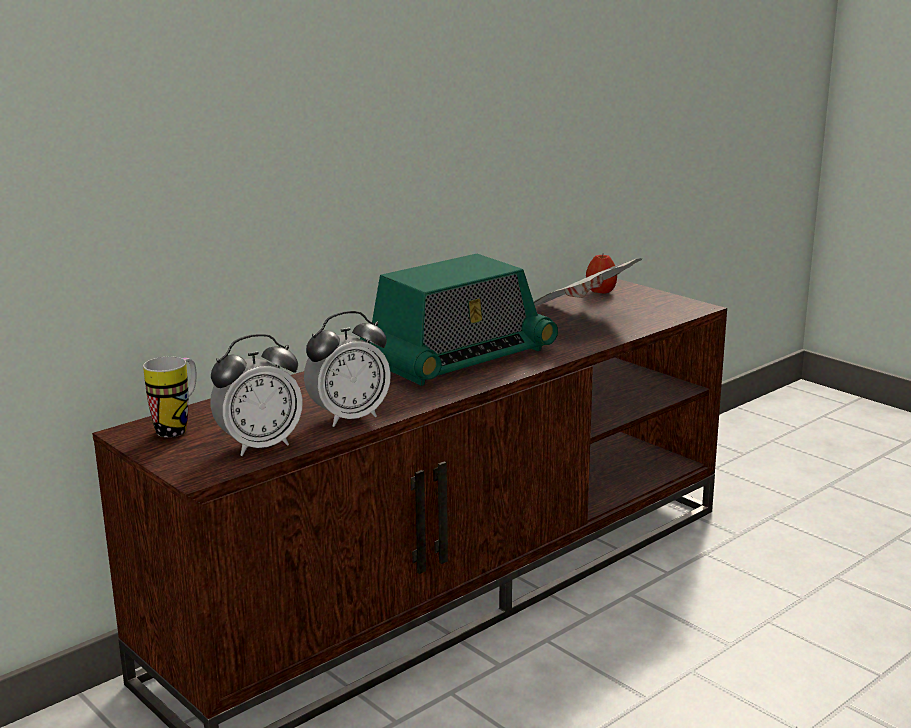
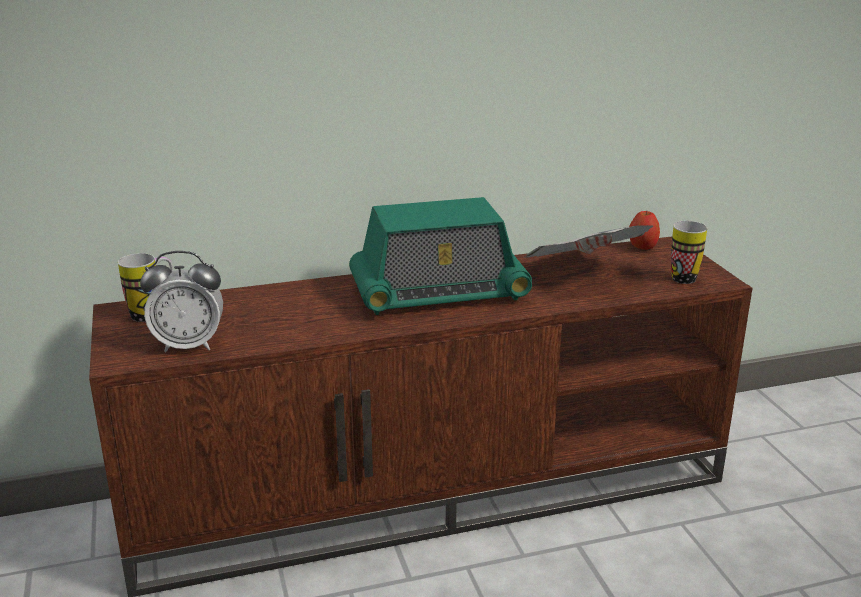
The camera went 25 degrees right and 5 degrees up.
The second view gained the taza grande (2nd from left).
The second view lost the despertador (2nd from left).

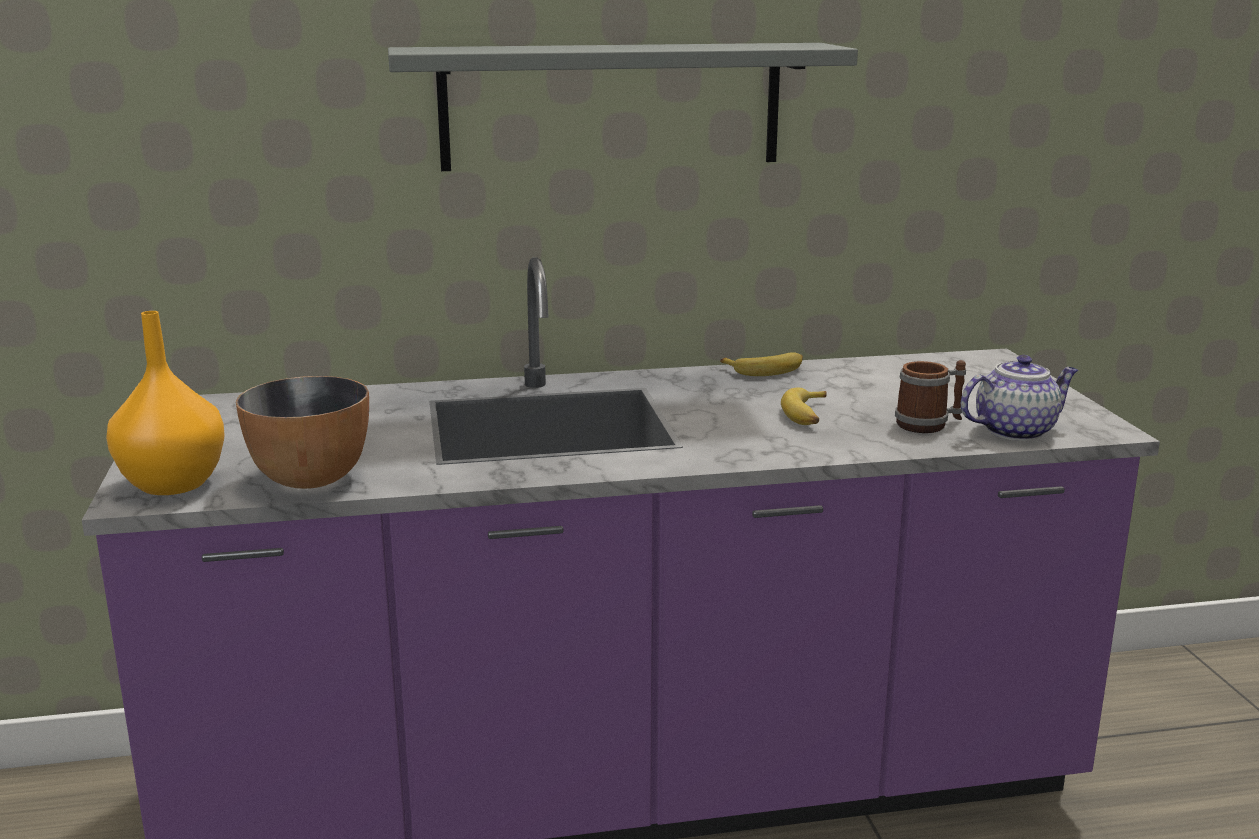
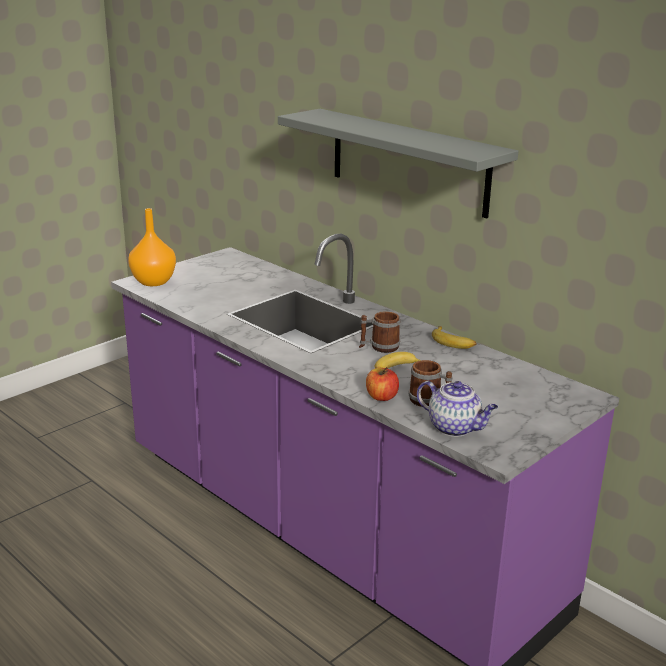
The camera went 55 degrees right and 5 degrees up.
The second view gained the taza grande (1st from left).
The second view gained the manzana.
The second view lost the cuenco.

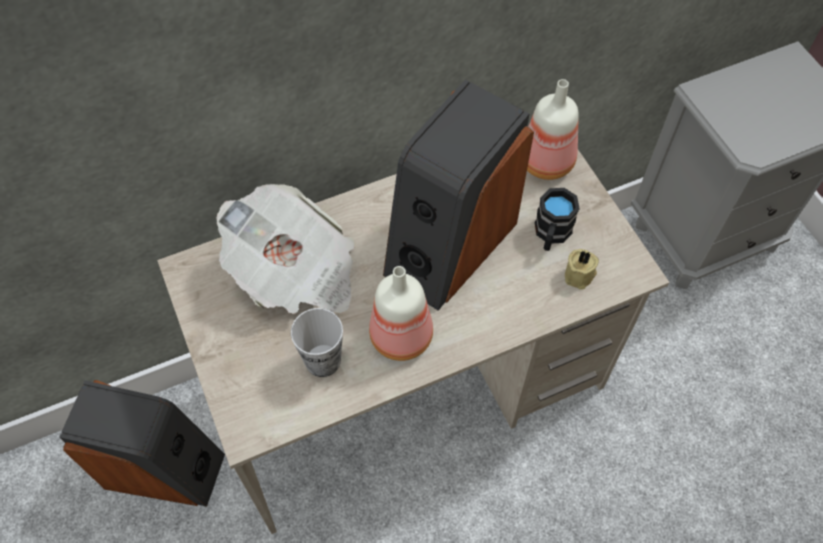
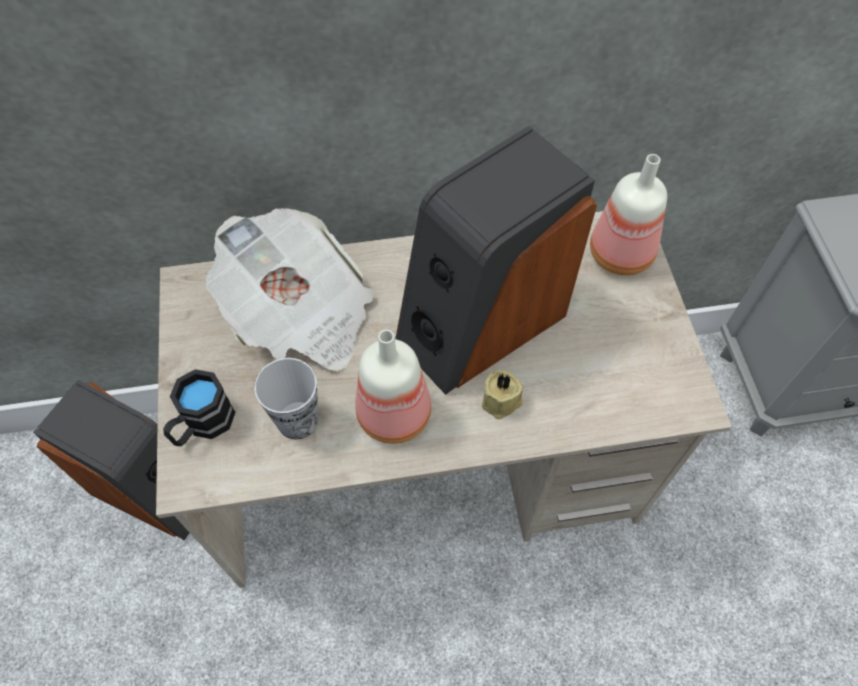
The camera went 15 degrees right and 0 degrees up.
The taza grande [negro] ended up elsewhere.
The vela [beis] ended up elsewhere.

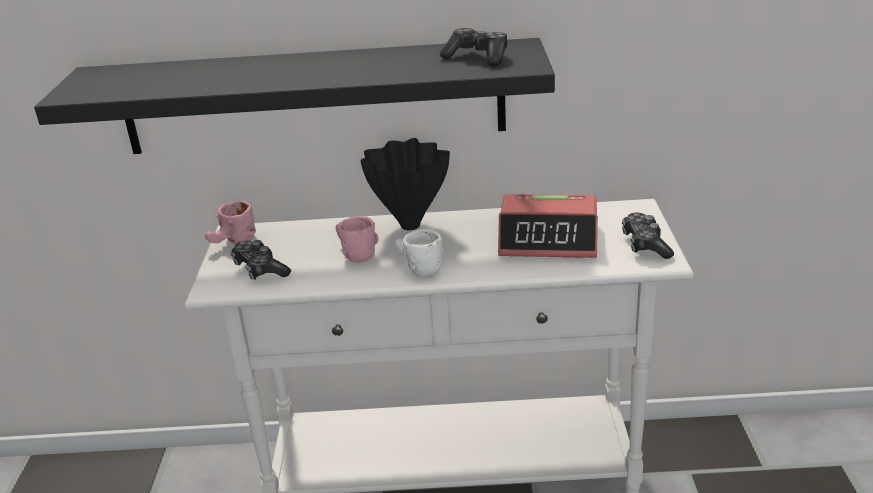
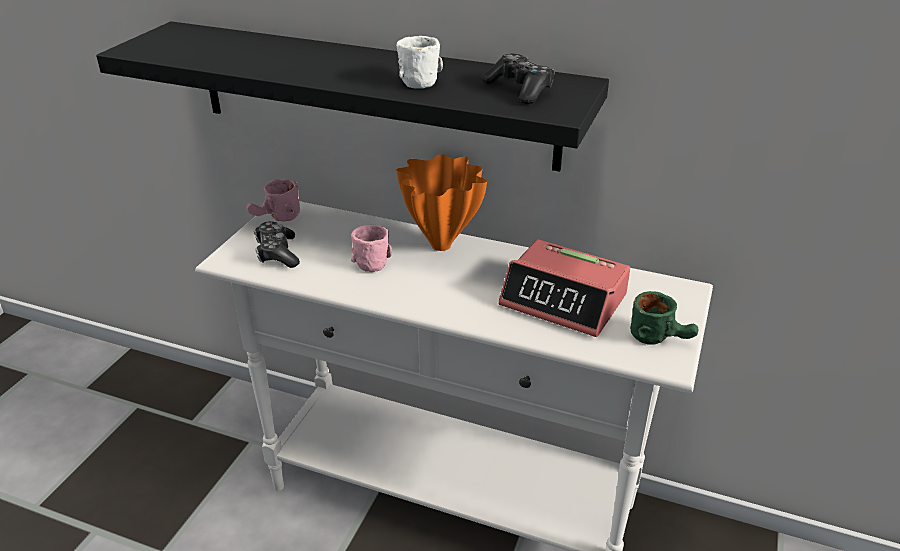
The camera went 20 degrees right and 5 degrees up.
The taza grande [blanco] ended up elsewhere.
What was the florero [negro] turned into the florero [naranja].
Where the mando de consola (3rd from left) stood, the taza grande [verde] came to stand.

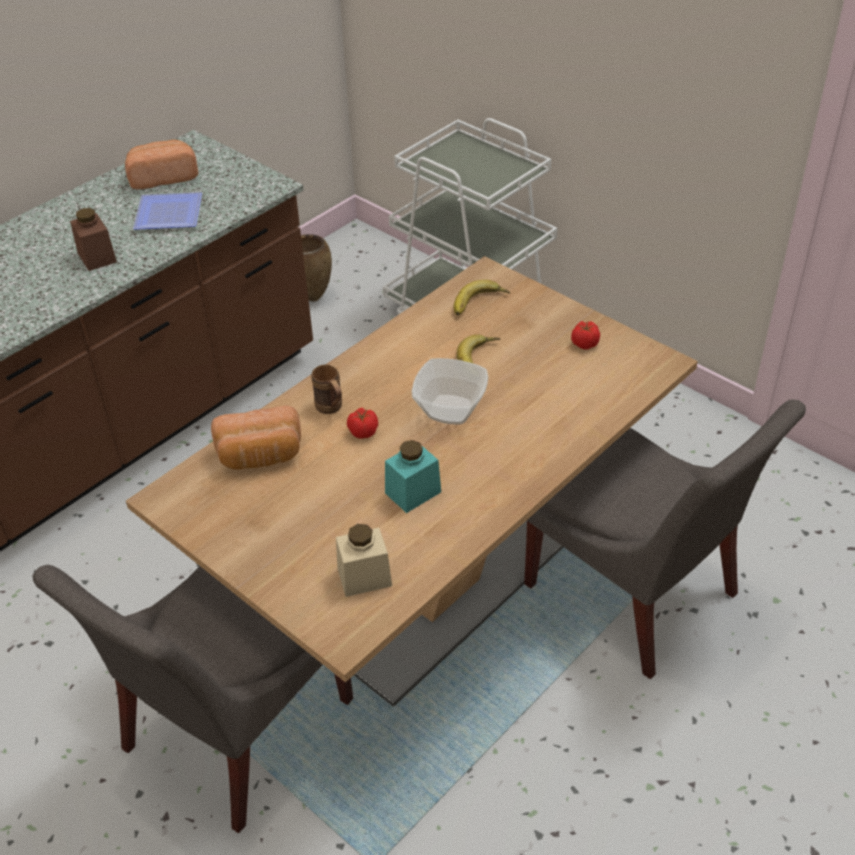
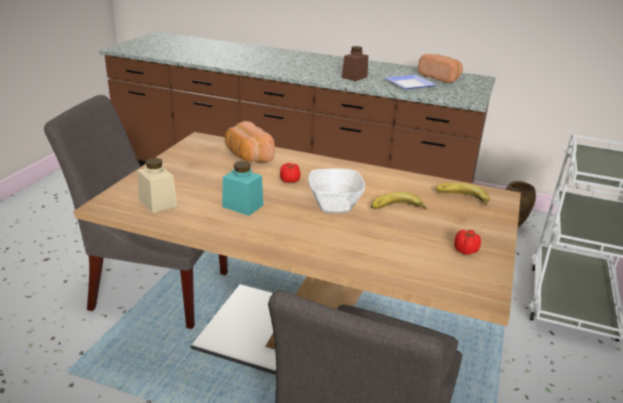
The camera went 65 degrees right and 15 degrees down.
The second view lost the taza grande [marrón].

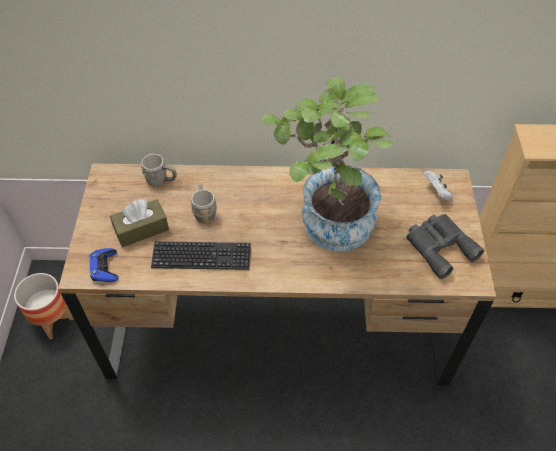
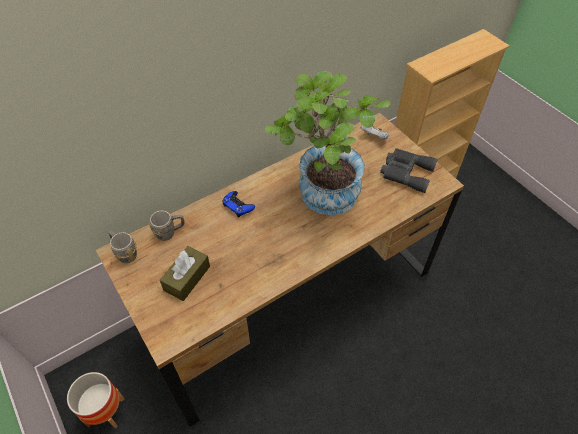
The camera went 35 degrees left and 0 degrees up.
The taza grande [gris] (2nd from left in the first image) ended up elsewhere.
The mando de consola [azul] ended up elsewhere.
The second view lost the teclado.

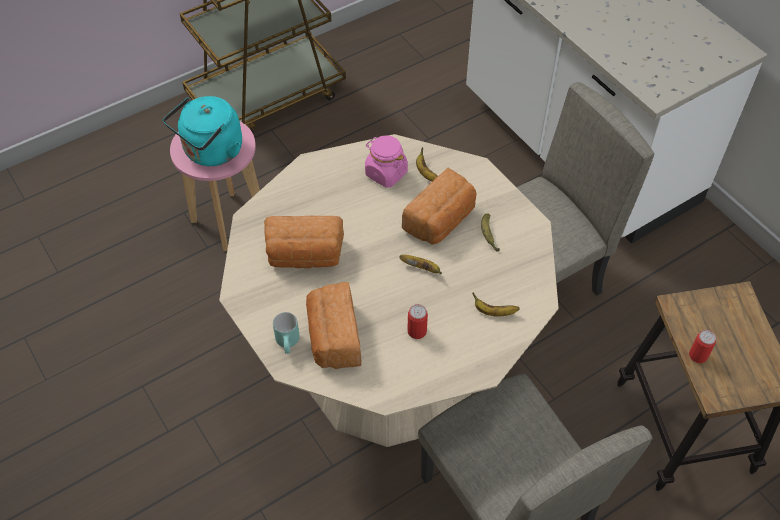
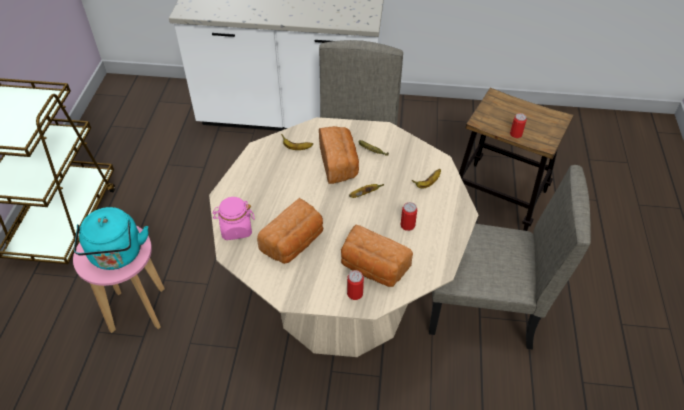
The camera went 50 degrees left and 5 degrees down.
The tarro [rosa] ended up elsewhere.
Where the taza grande [turquesa] stood, the lata (1st from left) came to stand.

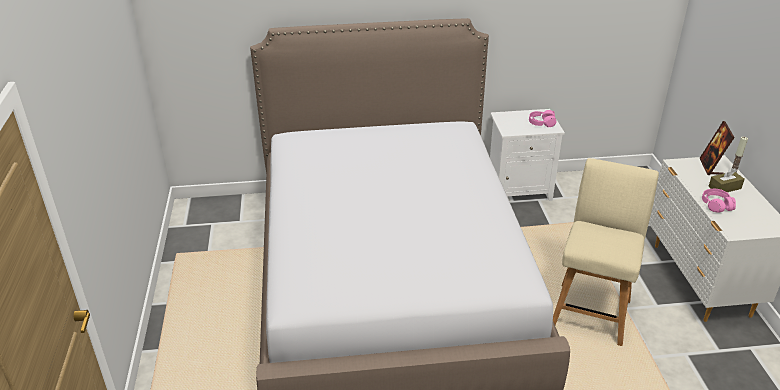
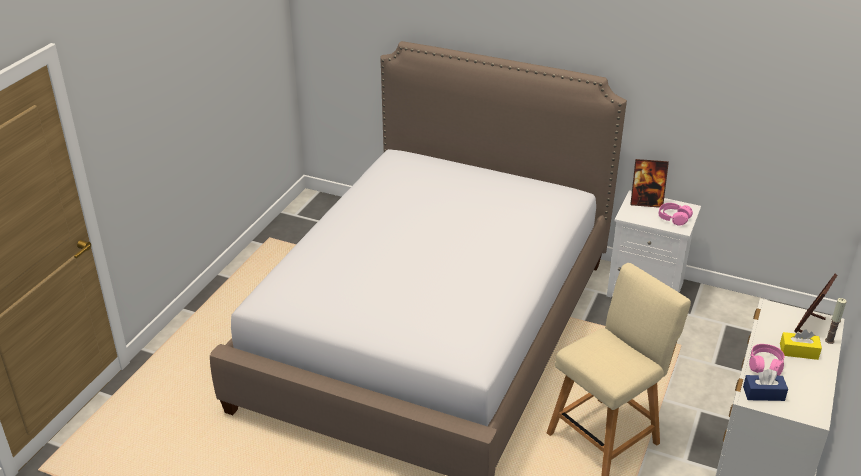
The camera went 30 degrees right and 0 degrees up.
The second view gained the portarretratos (1st from left).
The second view gained the caja de pañuelos [azul].
What was the caja de pañuelos [marrón] turned into the caja de pañuelos [amarillo].

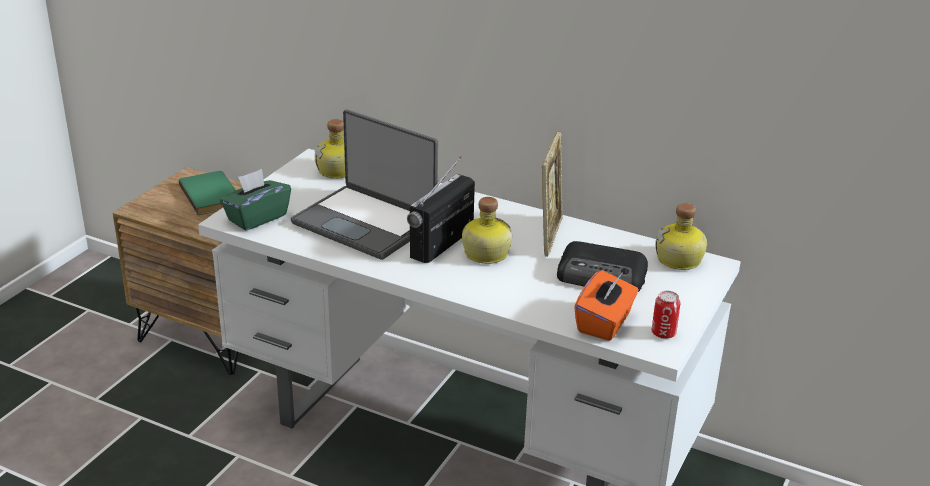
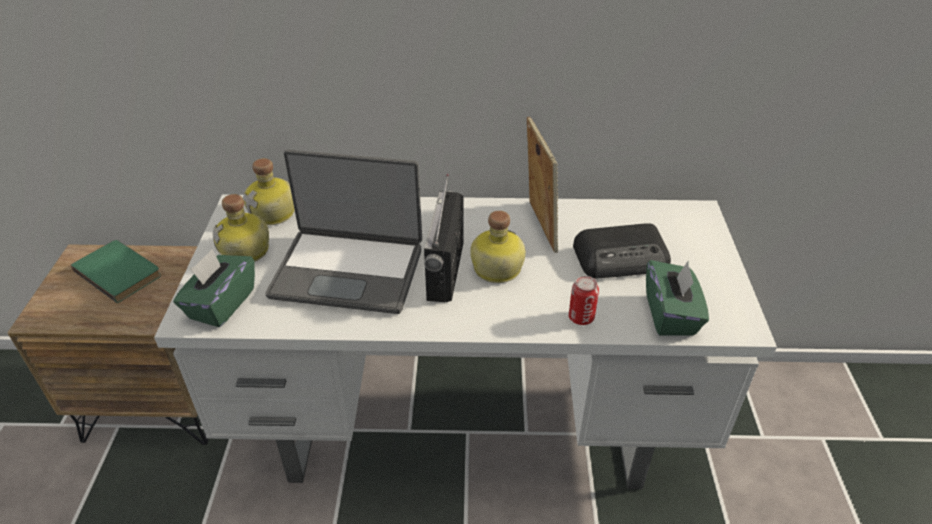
The camera went 25 degrees left and 10 degrees up.
The botella (3rd from left in the first image) ended up elsewhere.
The lata ended up elsewhere.
What was the caja de pañuelos [naranja] turned into the caja de pañuelos [verde] (2nd from left).

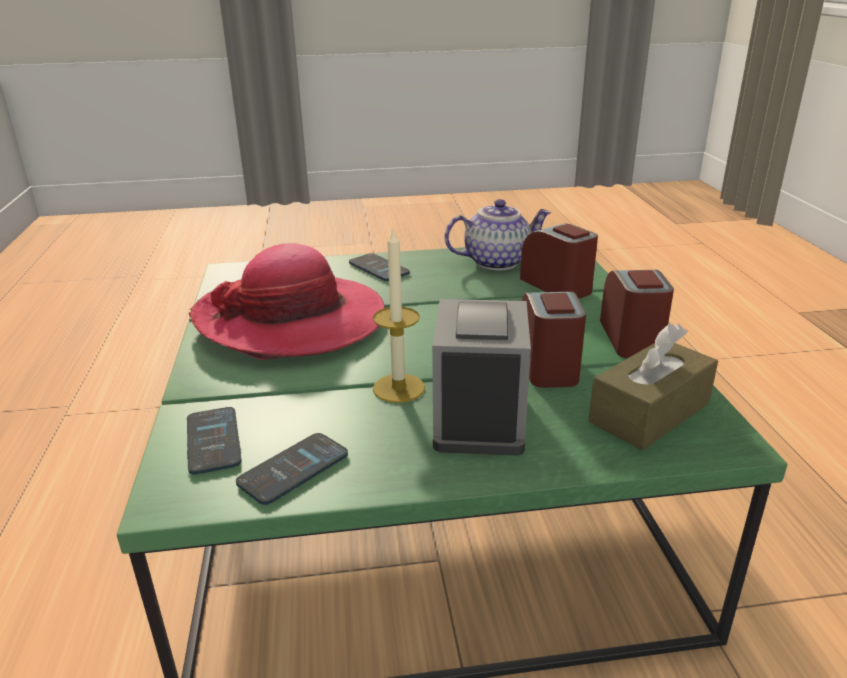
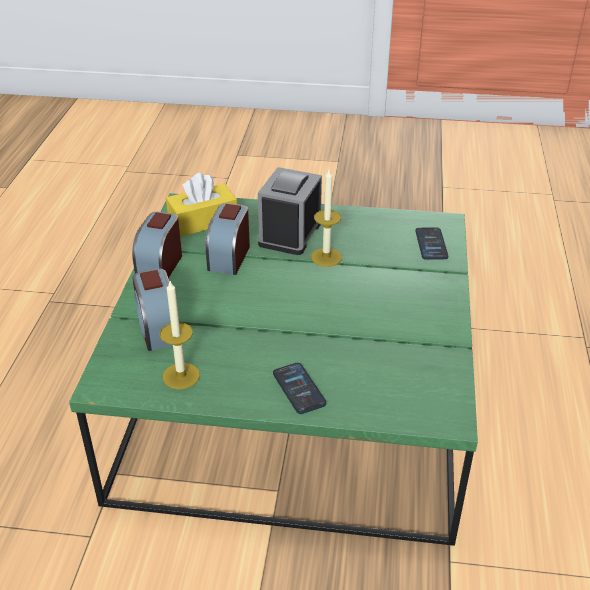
The camera went 165 degrees left and 10 degrees up.
Where the tetera stood, the vela (1st from left) came to stand.
What was the caja de pañuelos [marrón] turned into the caja de pañuelos [amarillo].
The second view lost the sombrero.
The second view lost the móvil (2nd from left).

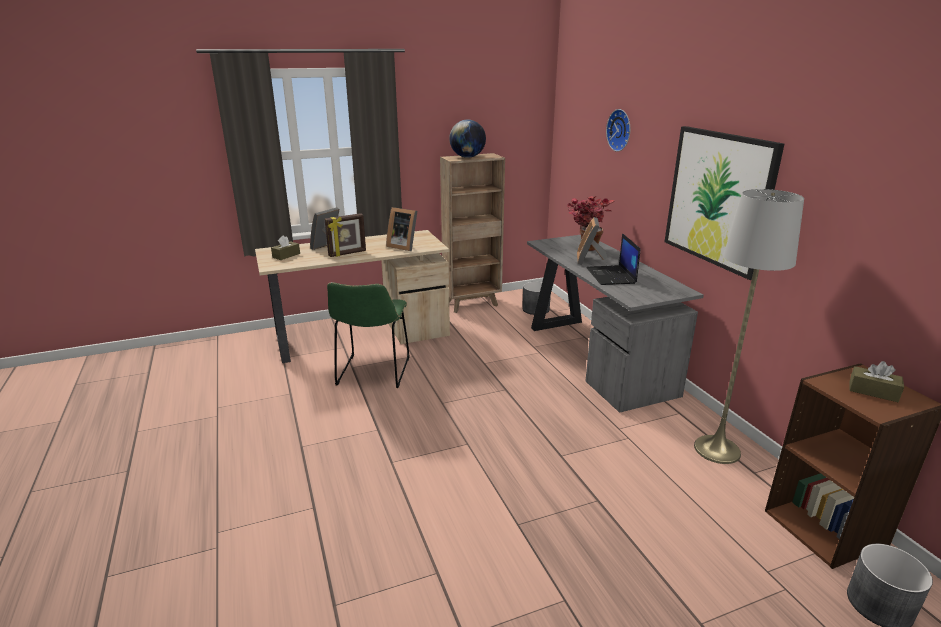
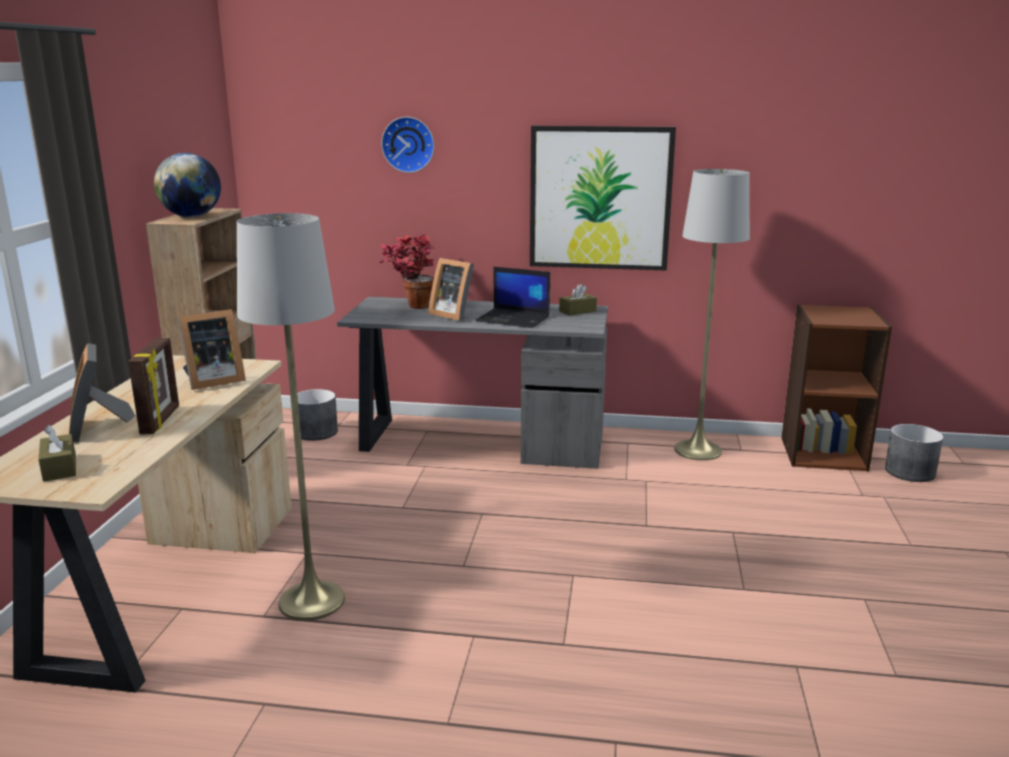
The camera went 60 degrees left and 5 degrees down.
Where the silla [verde] stood, the lámpara de pie [gris] (1st from left) came to stand.
The caja de pañuelos [marrón] (2nd from left) ended up elsewhere.

